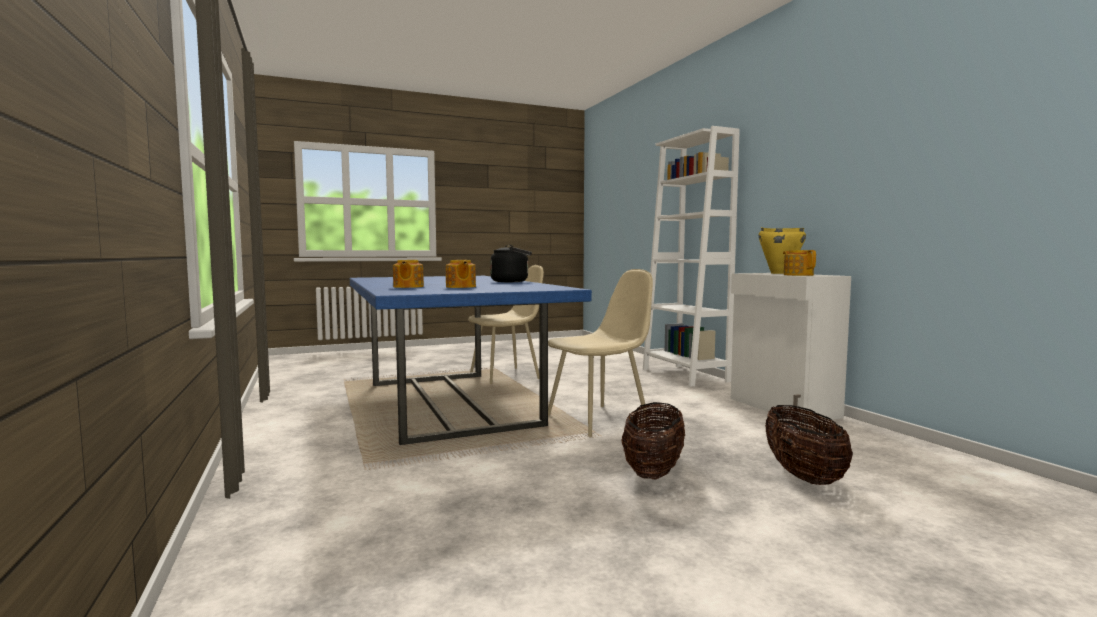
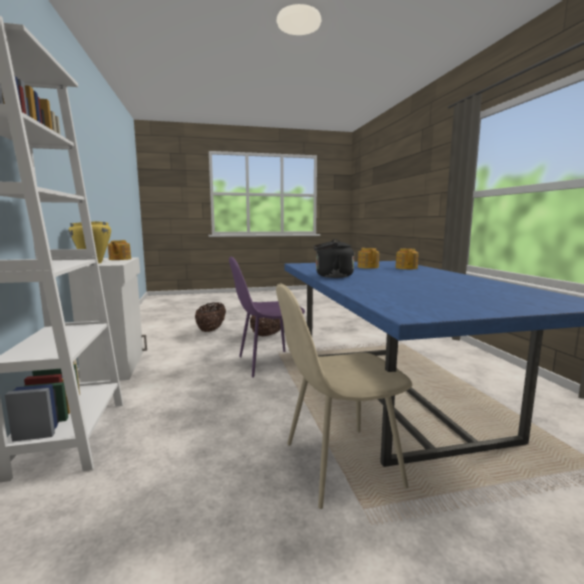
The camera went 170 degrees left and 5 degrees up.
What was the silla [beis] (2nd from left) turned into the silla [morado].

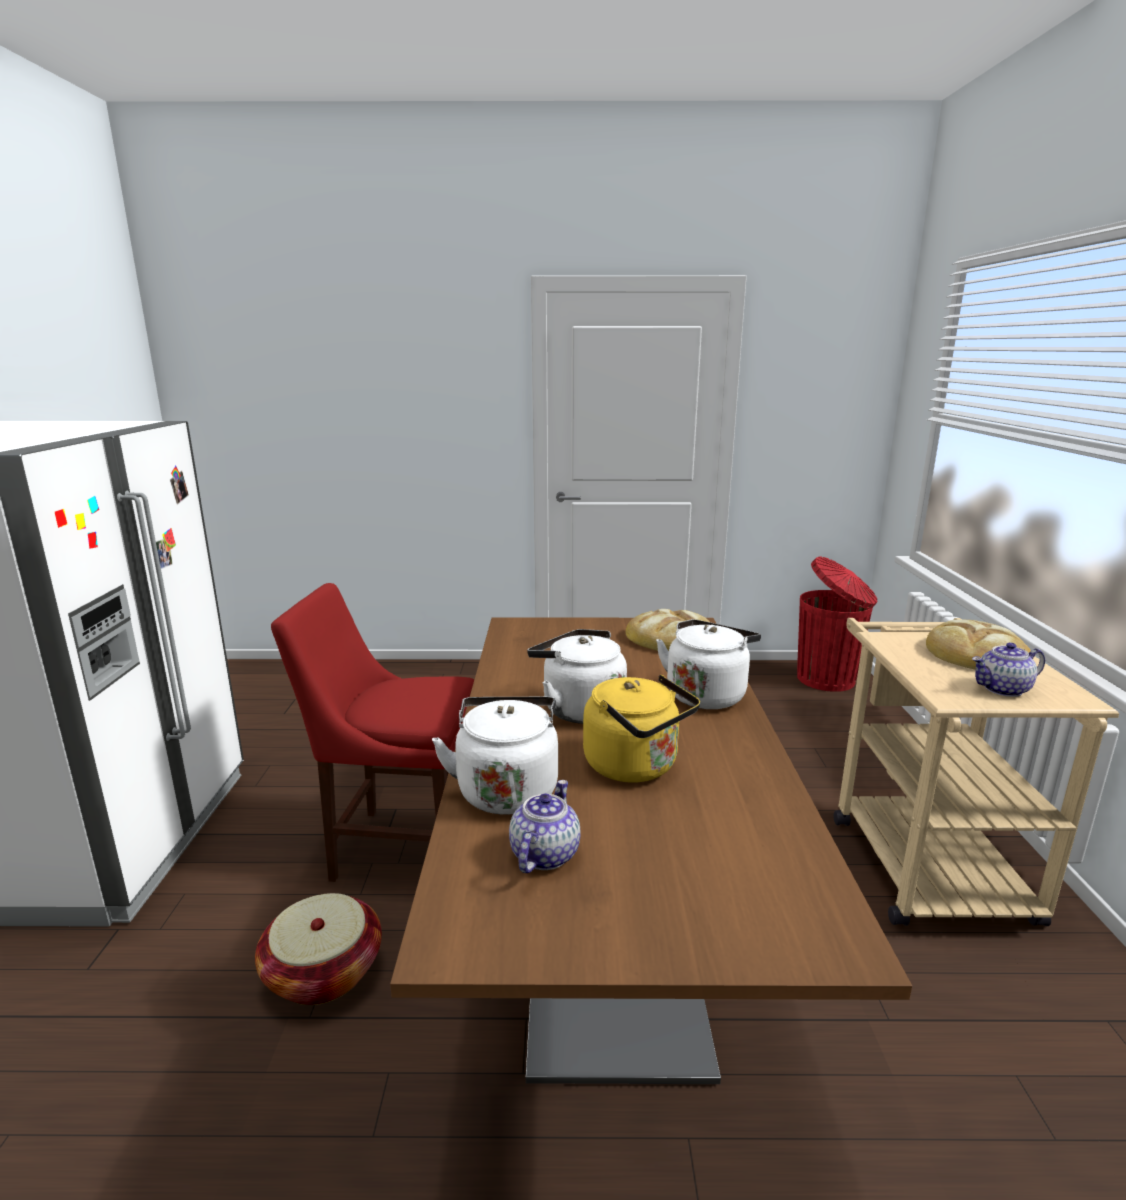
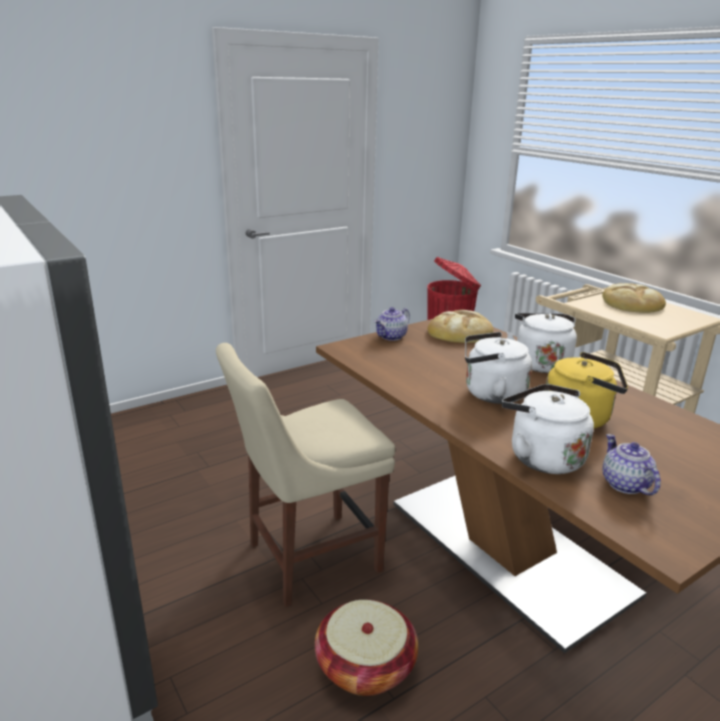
The camera went 35 degrees left and 5 degrees up.
What was the silla [rojo] turned into the silla [beis].
The tetera (2nd from left in the first image) ended up elsewhere.

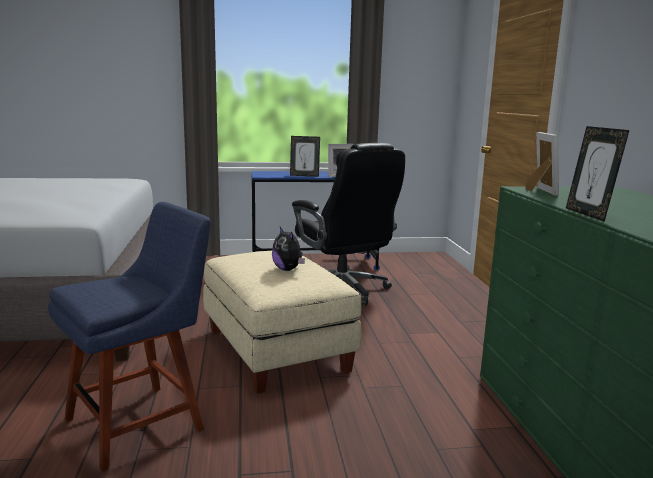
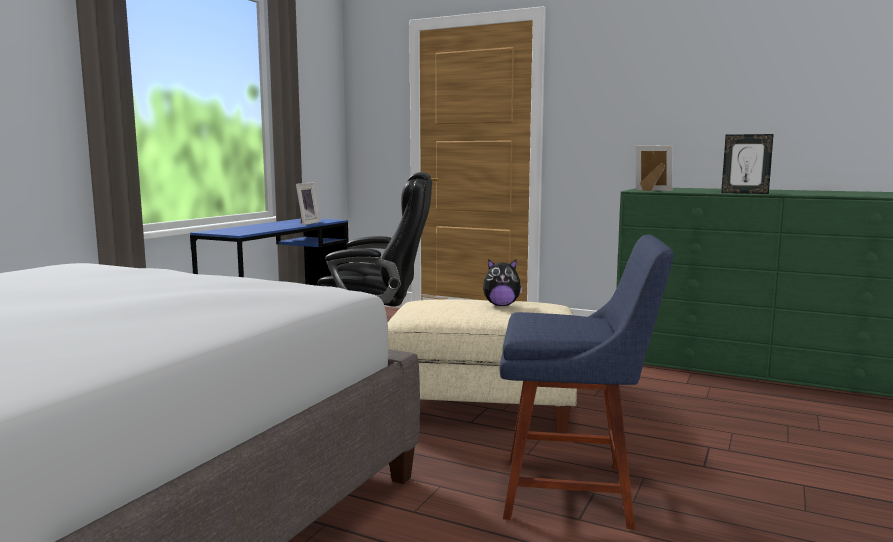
The camera went 55 degrees left and 5 degrees down.
The silla [azul] ended up facing another way, 105 degrees clockwise from before.
The second view lost the portarretratos (1st from left).

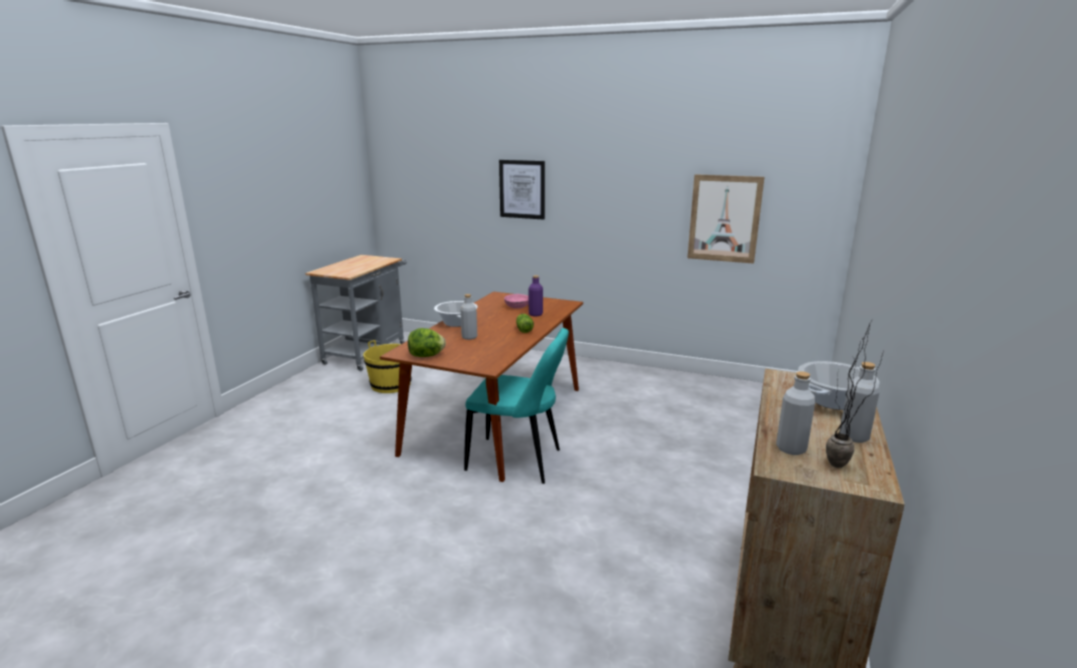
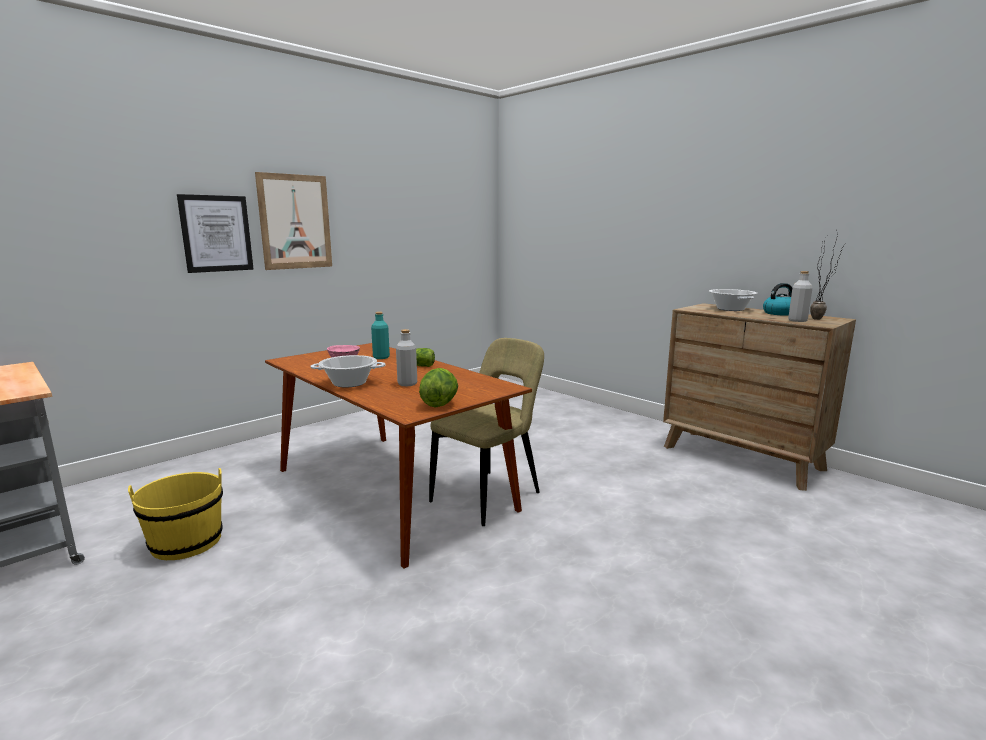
The camera went 65 degrees left and 5 degrees down.
The cuadro (2nd from left) ended up elsewhere.
What was the botella [morado] turned into the botella [turquesa].
What was the silla [turquesa] turned into the silla [beis].
Where the botella [gris] (3rd from left) stood, the hervidor came to stand.

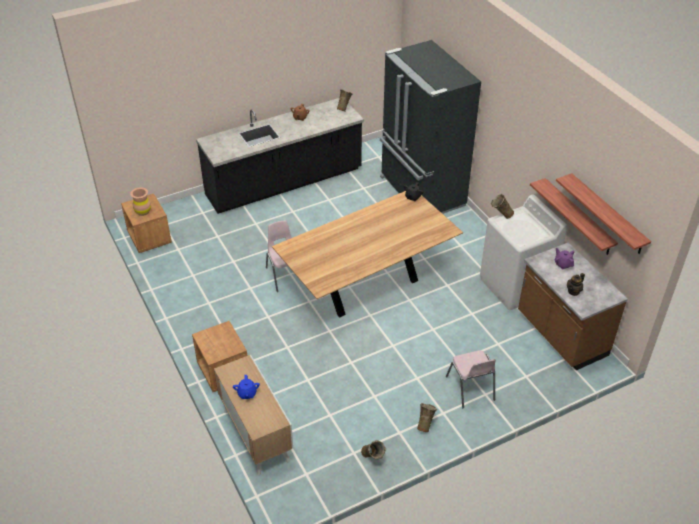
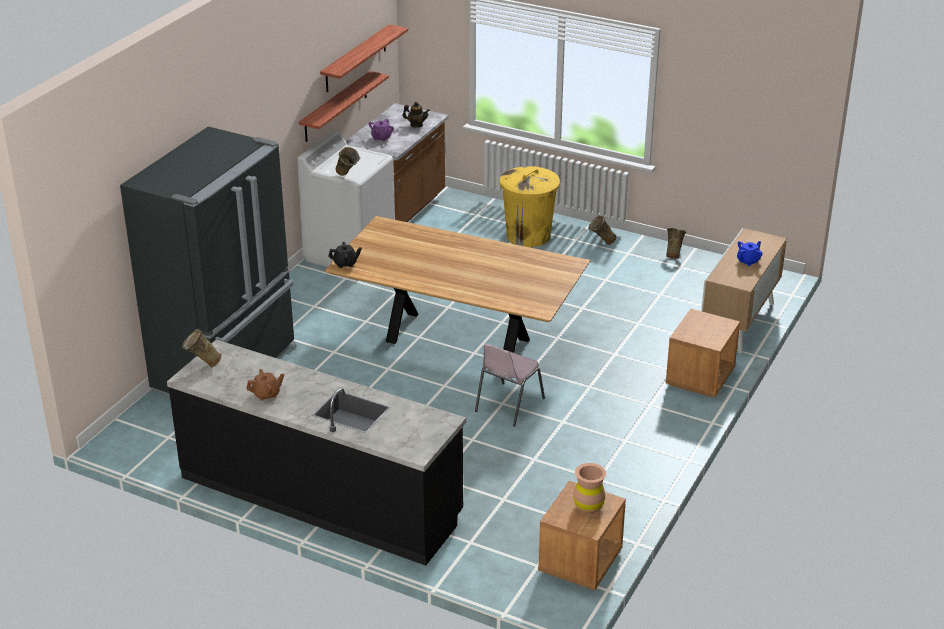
The camera went 125 degrees left and 10 degrees down.
Where the silla [rosa] (2nd from left) stood, the papelera [amarillo] came to stand.

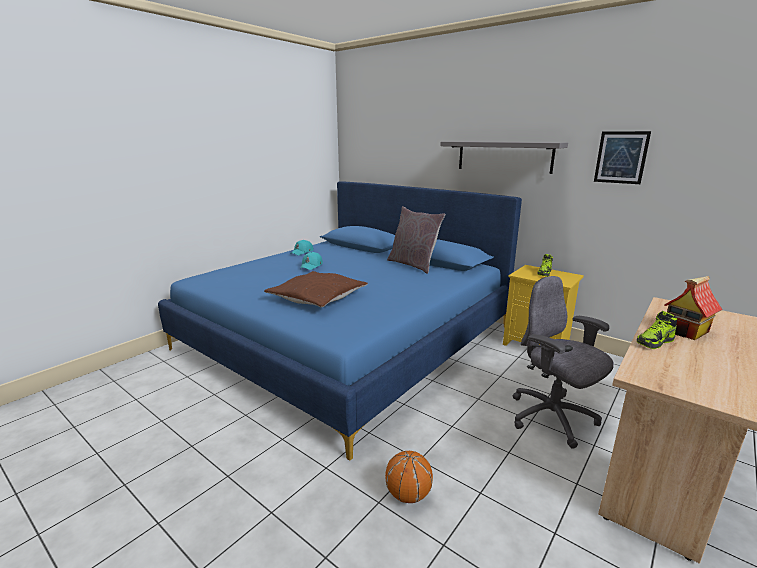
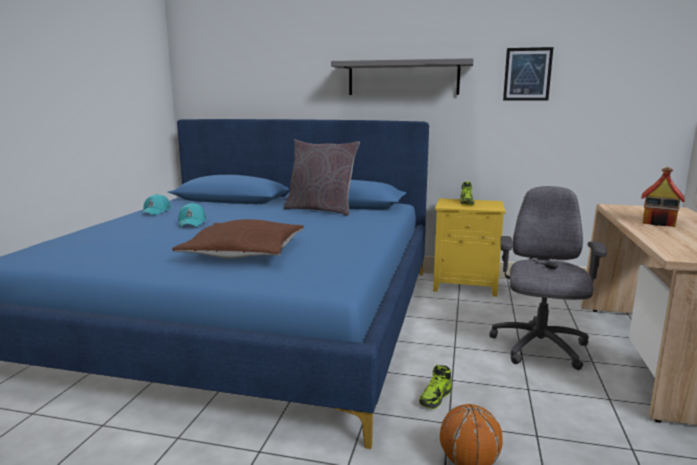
The camera went 25 degrees left and 5 degrees down.
The zapato (2nd from left in the first image) ended up elsewhere.
The silla de oficina [gris] ended up facing another way, 75 degrees clockwise from before.

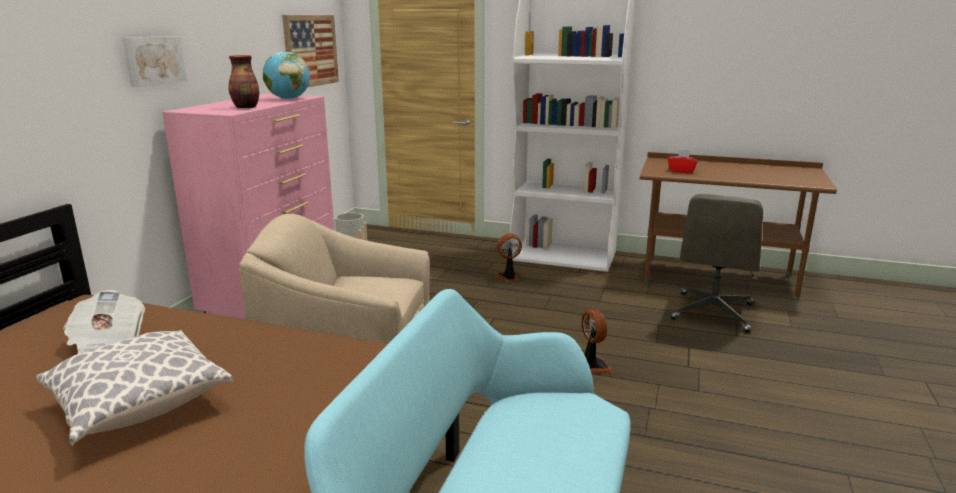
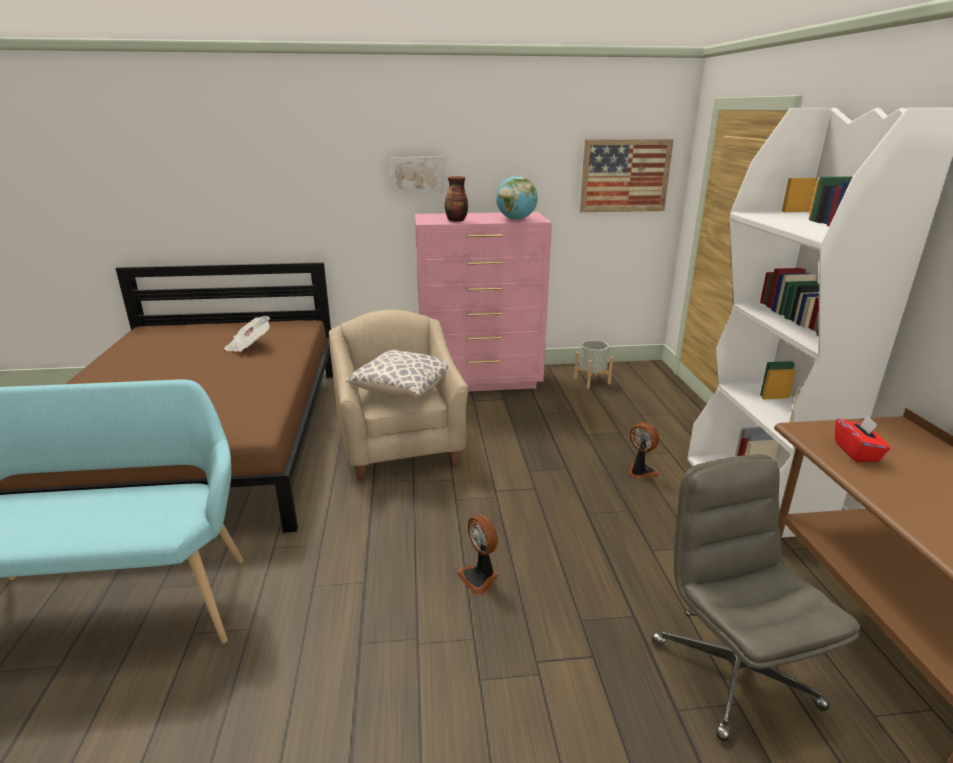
The camera went 65 degrees right and 5 degrees up.
The cojín ended up elsewhere.
The ventilador (2nd from left in the first image) ended up facing another way, 105 degrees clockwise from before.
The silla de oficina [gris] ended up facing another way, 75 degrees clockwise from before.

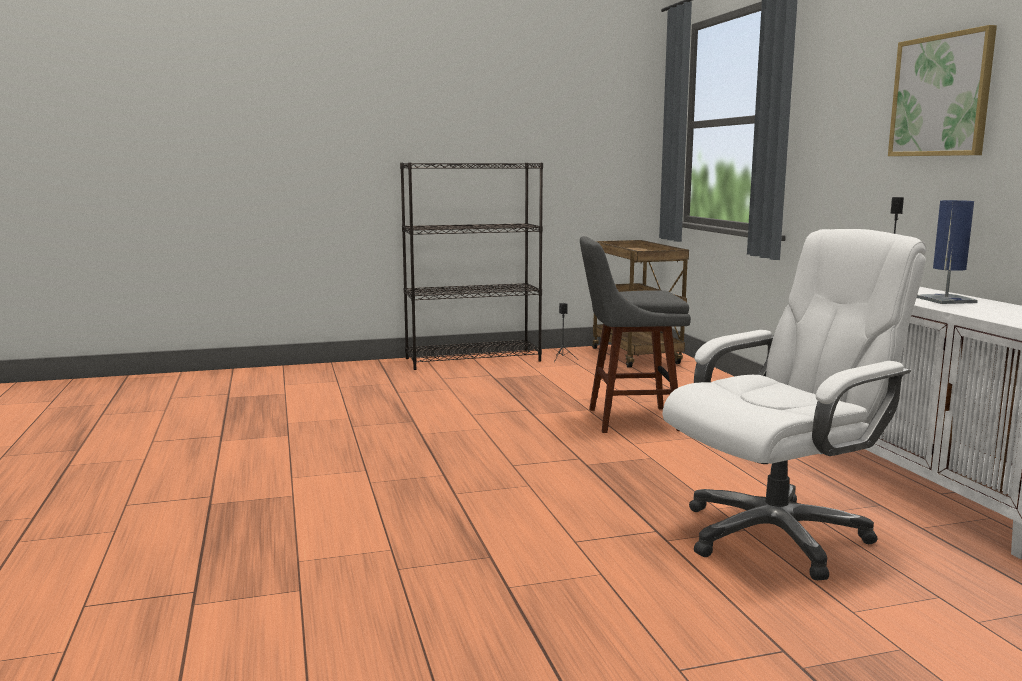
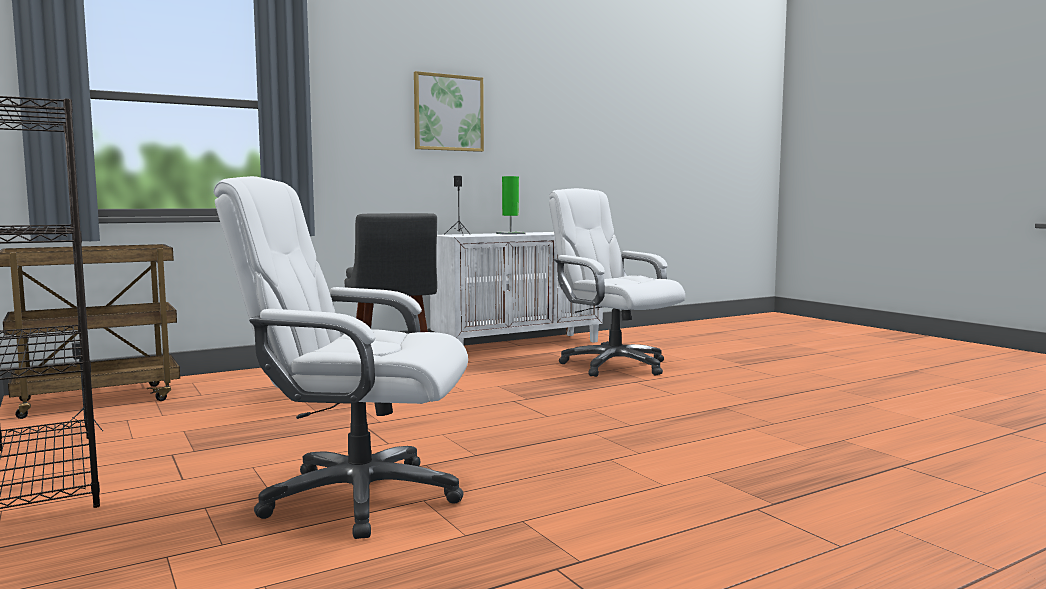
The camera went 105 degrees left and 5 degrees down.
The second view gained the silla de oficina [blanco] (1st from left).
What was the lámpara de mesa [azul] turned into the lámpara de mesa [verde].

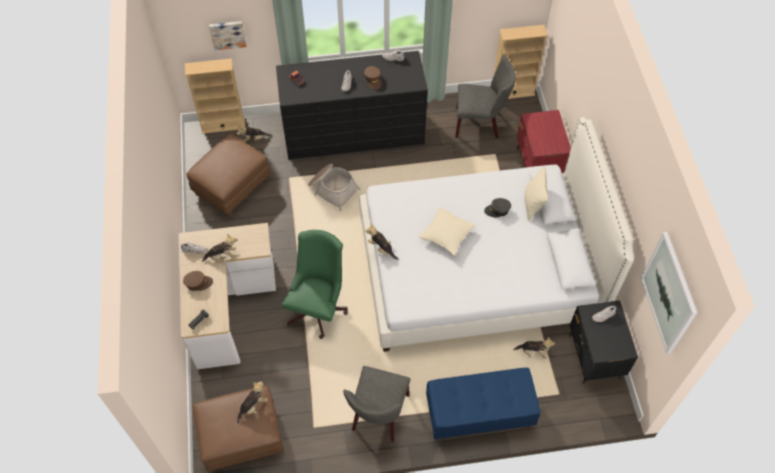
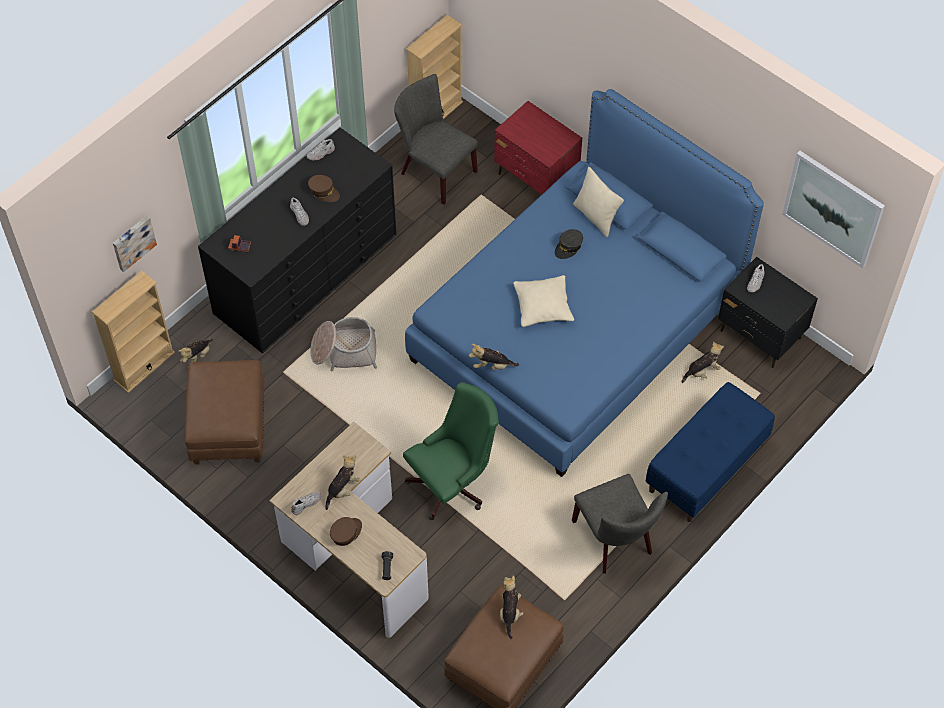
The camera went 40 degrees left and 0 degrees up.
The silla [gris] (2nd from left in the first image) ended up facing another way, 105 degrees counterclockwise from before.
The silla de oficina [verde] ended up facing another way, 75 degrees clockwise from before.
What was the cama [blanco] turned into the cama [azul].

